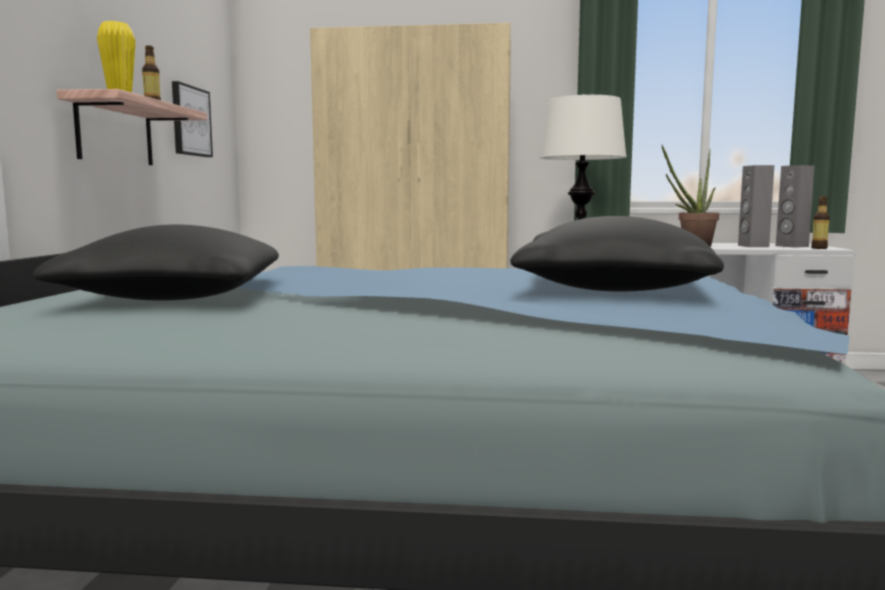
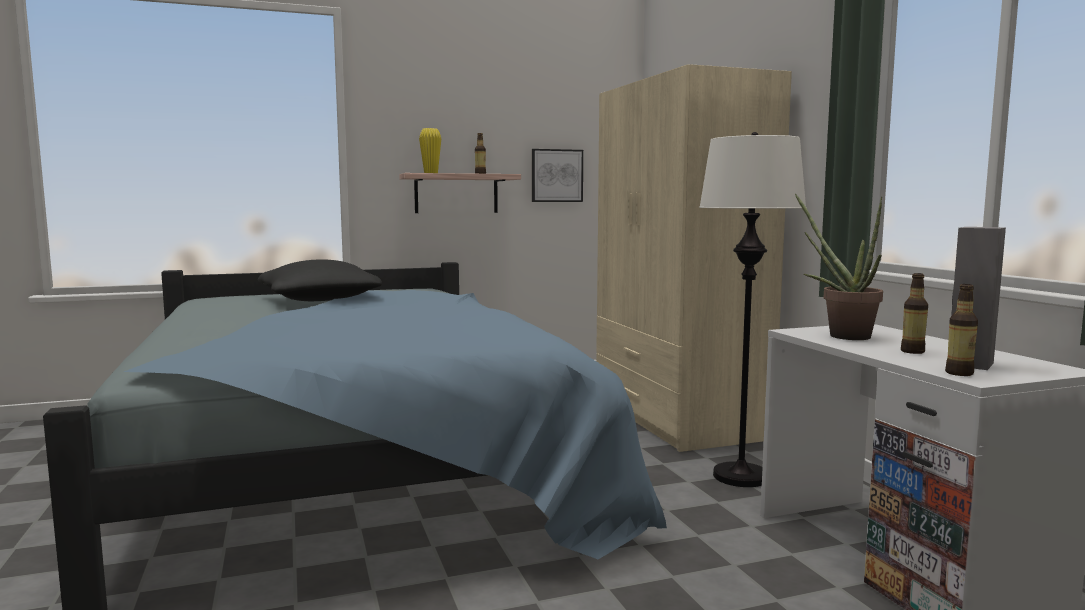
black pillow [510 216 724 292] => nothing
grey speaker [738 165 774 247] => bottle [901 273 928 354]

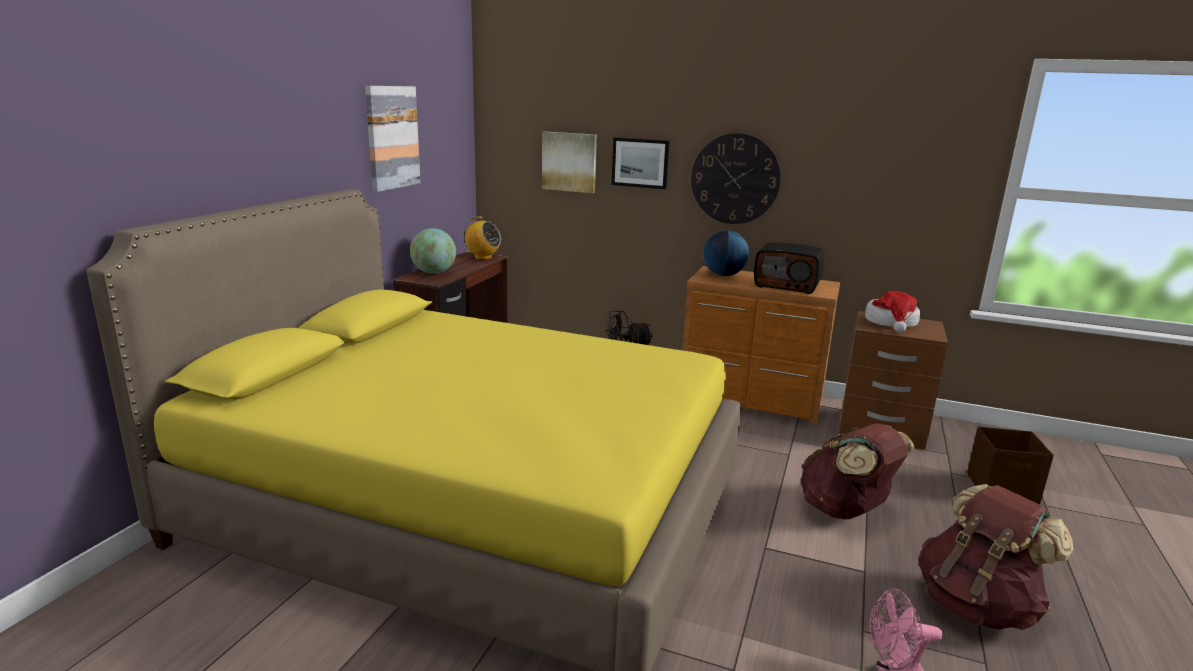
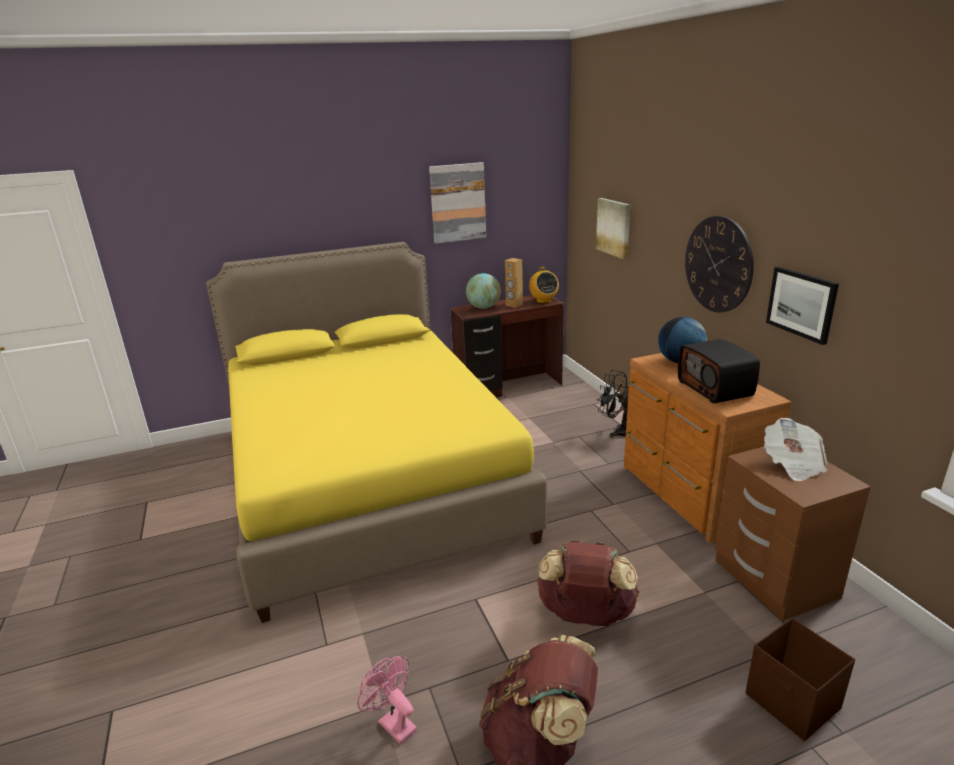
picture [612 137 670 189] => picture [766 267 839 345], shifted
hat [865 291 920 333] => newspaper [764 418 827 481]
nothing => brown speaker [505 258 523 308]

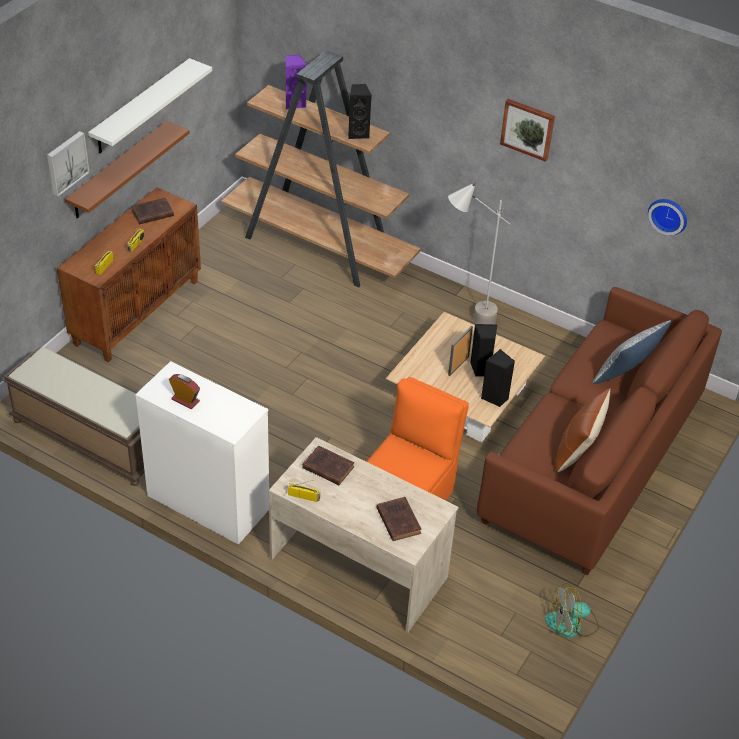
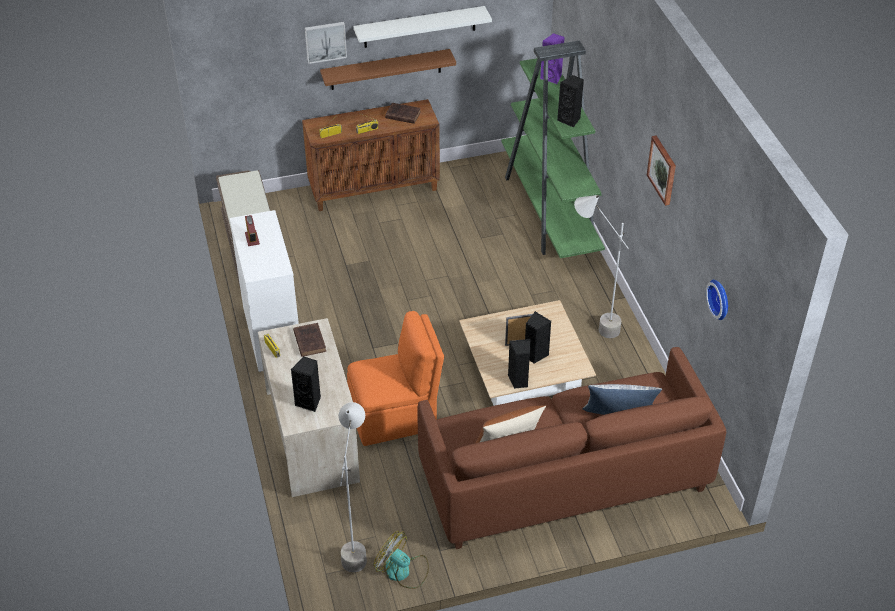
brown bookcase [221 50 421 287] => green bookcase [501 40 605 258]
brown book [377 497 422 541] => black speaker [291 357 321 412]
nothing => grey floor lamp [338 402 367 572]

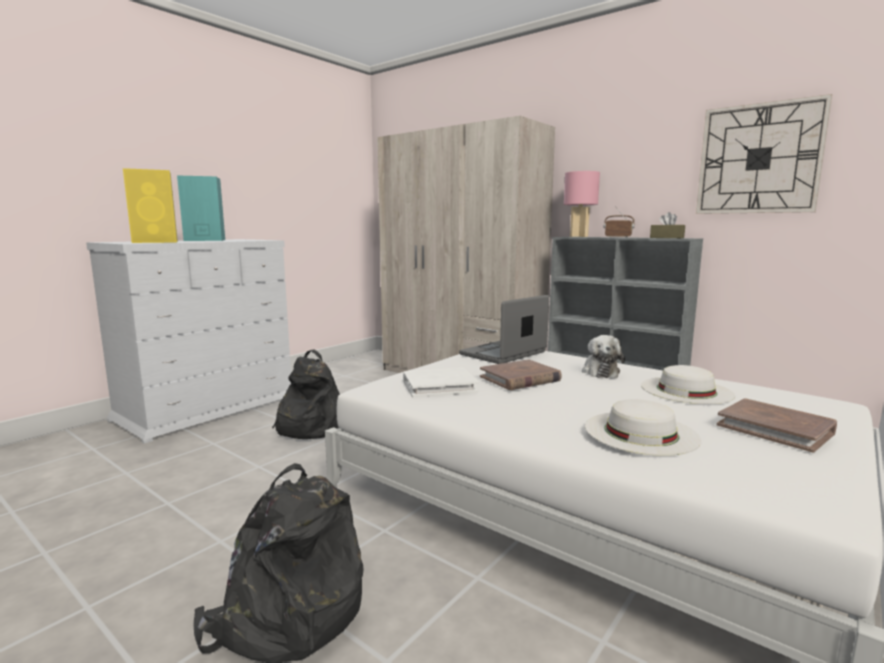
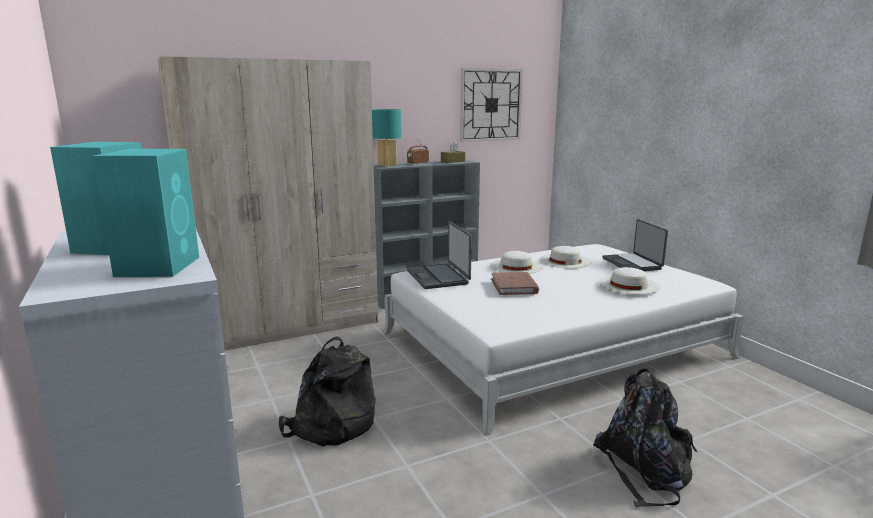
yellow speaker [123 168 178 243] => turquoise speaker [92 149 199 277]
white book [403 368 478 398] => nothing
pink table lamp [564 171 600 237] => turquoise table lamp [372 109 401 167]
plush toy [582 335 625 378] => white hat [490 251 543 274]
brown book [717 399 837 453] => laptop [602 219 668 271]

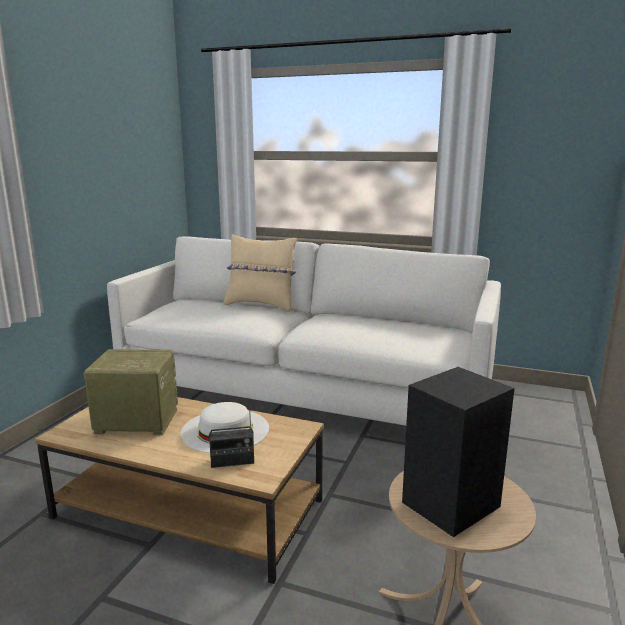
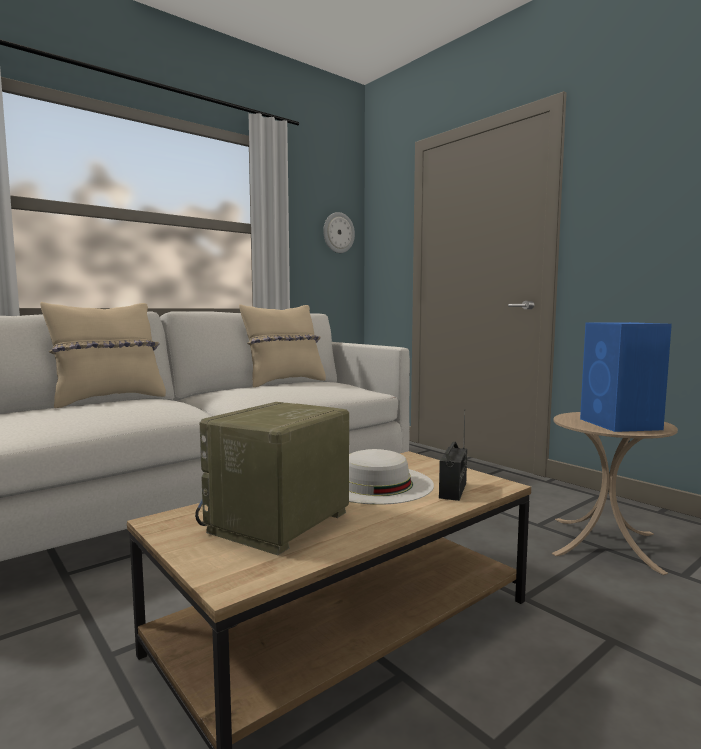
black speaker [402 367 515 537] => blue speaker [580 322 672 432]
nothing => beige pillow [239 304 326 387]
nothing => wall clock [323 212 355 253]

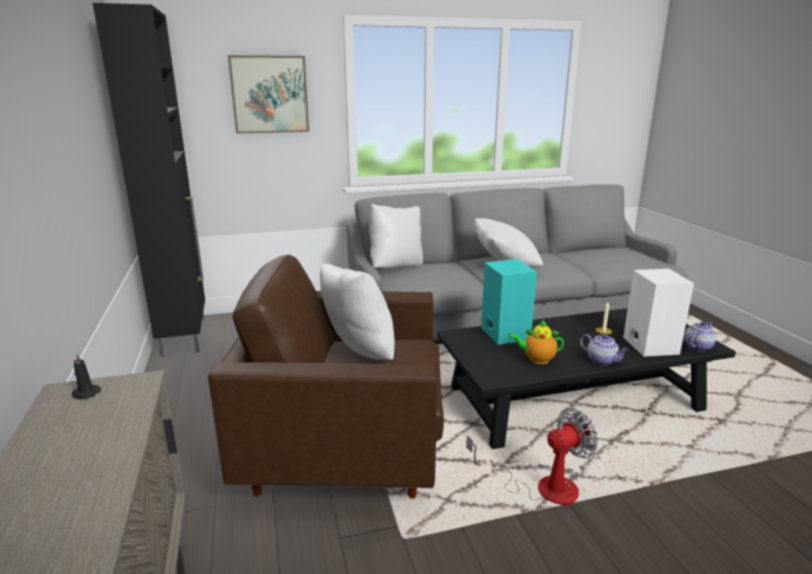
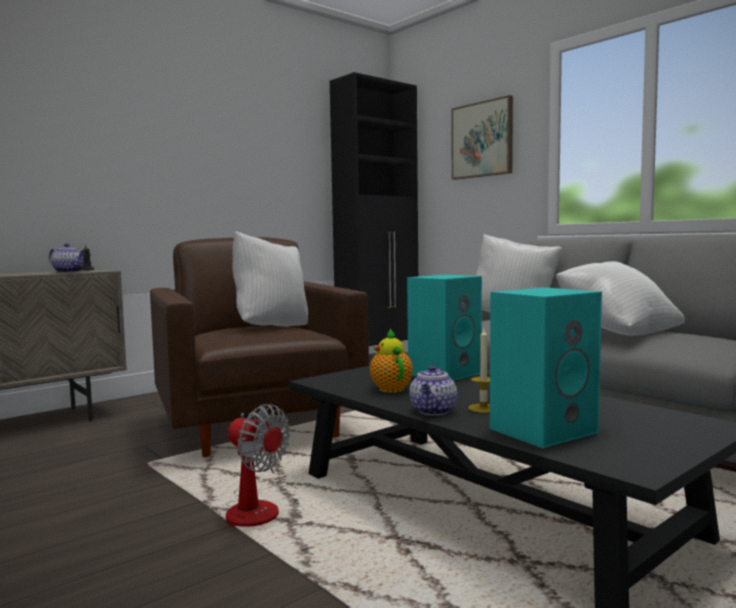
white speaker [623 269 694 357] => turquoise speaker [490 288 602 448]
teapot [684 322 716 352] => teapot [49 243 86 273], shifted

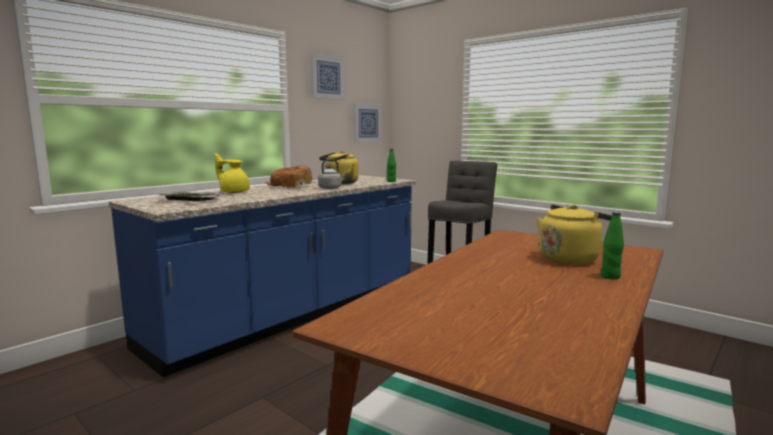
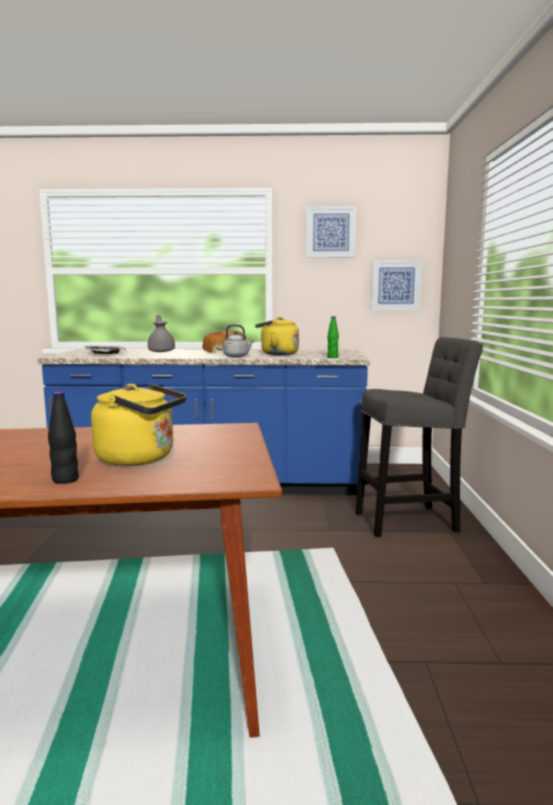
yellow teapot [215 153 250 193] => grey teapot [148 314 175 352]
green bottle [601 212 624 279] => black bottle [48 392 79 484]

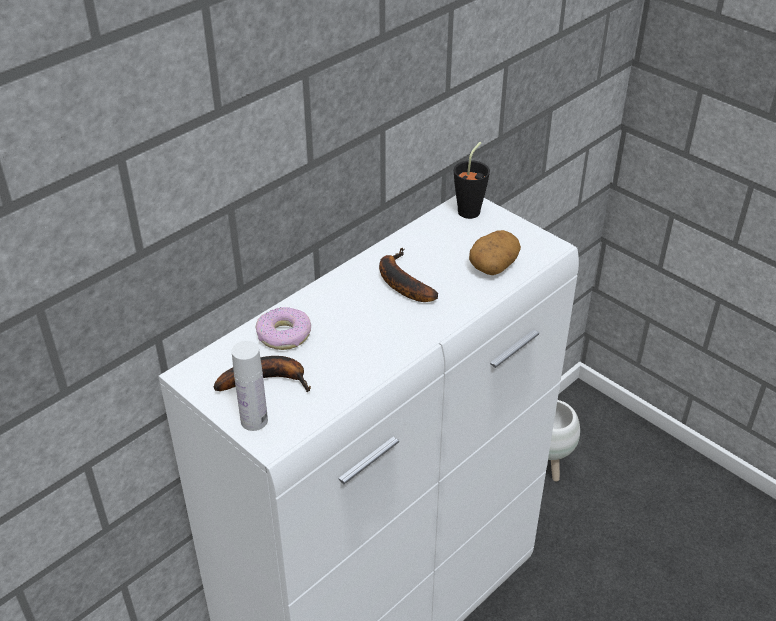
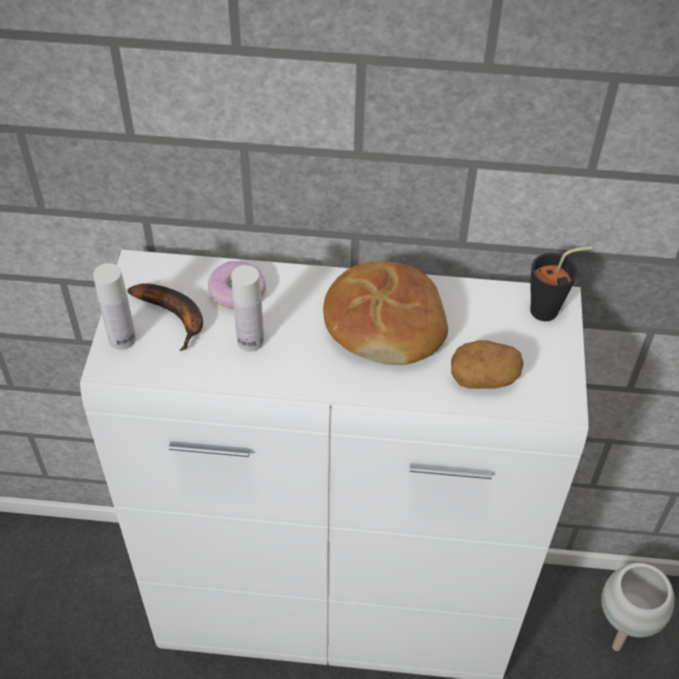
banana [379 248 439 302] => bread [323 261 448 365]
nothing => white bottle [231 265 264 352]

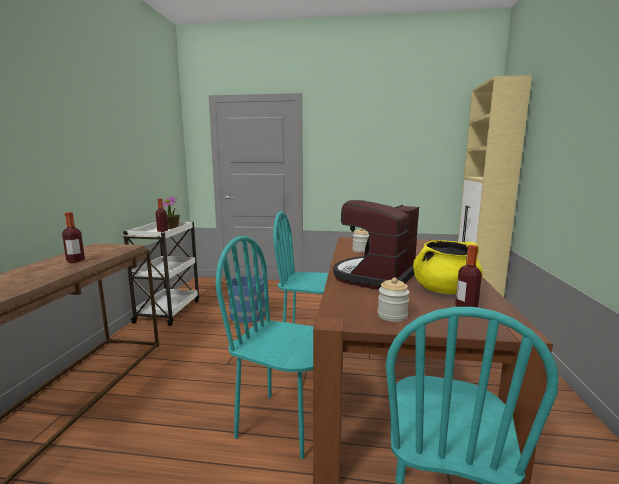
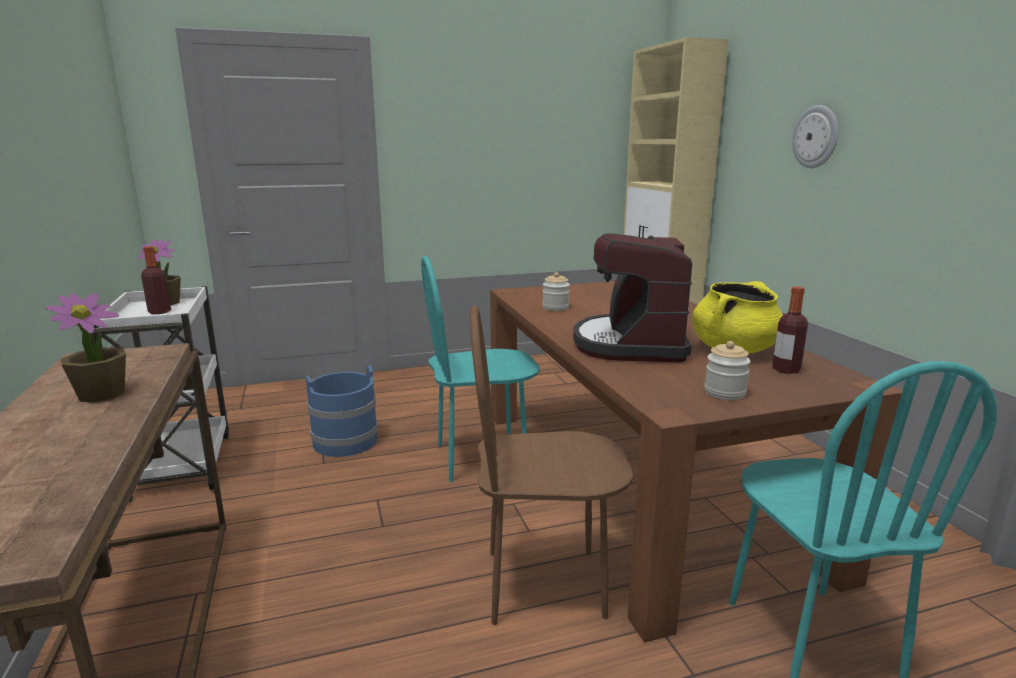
bottle [62 212 85 263] => potted plant [46 293 126 403]
turquoise chair [216 236 314 459] => brown chair [470 306 633 625]
nothing => wall clock [792 105 838 168]

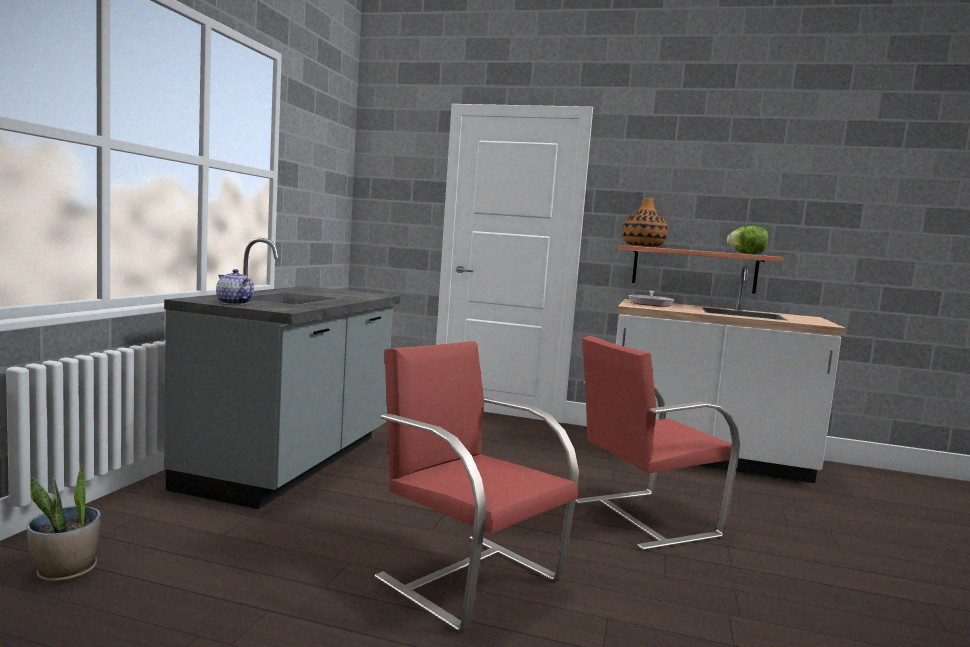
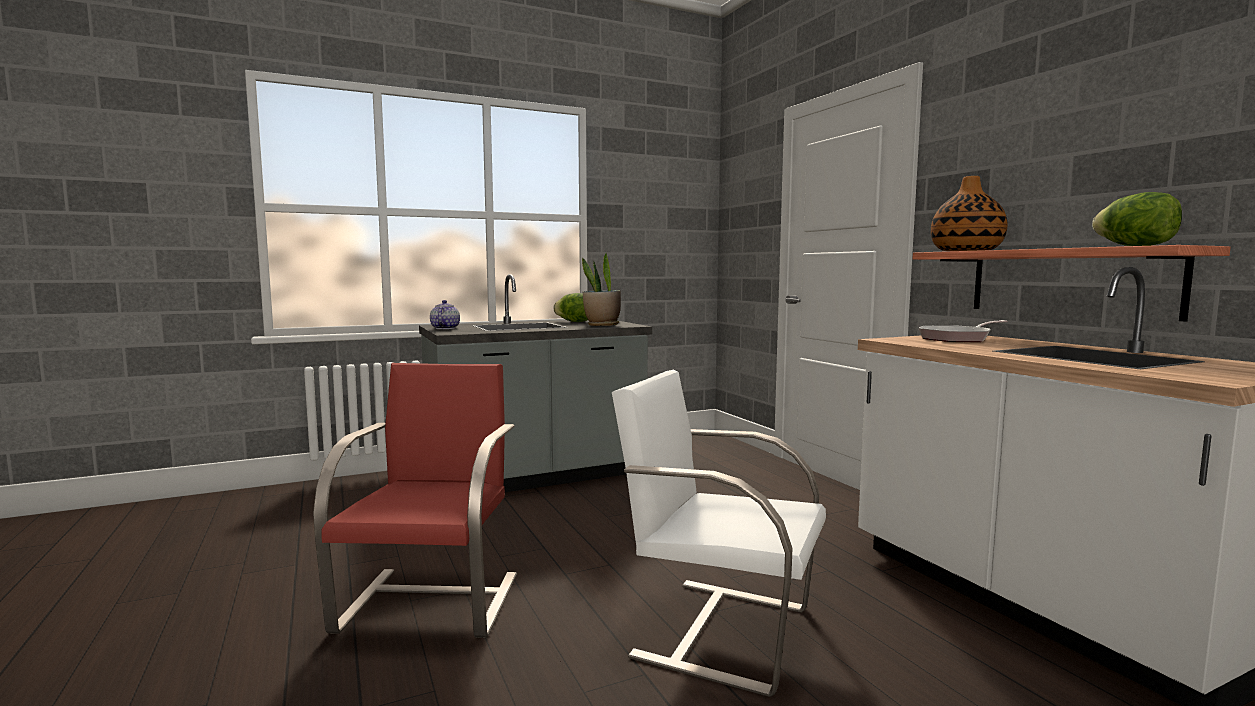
potted plant [27 466 101 583] => potted plant [582 253 621 326], shifted
red chair [575 336 740 551] => white chair [612 370 826 697]
nothing => lettuce [554 293 588 322]

